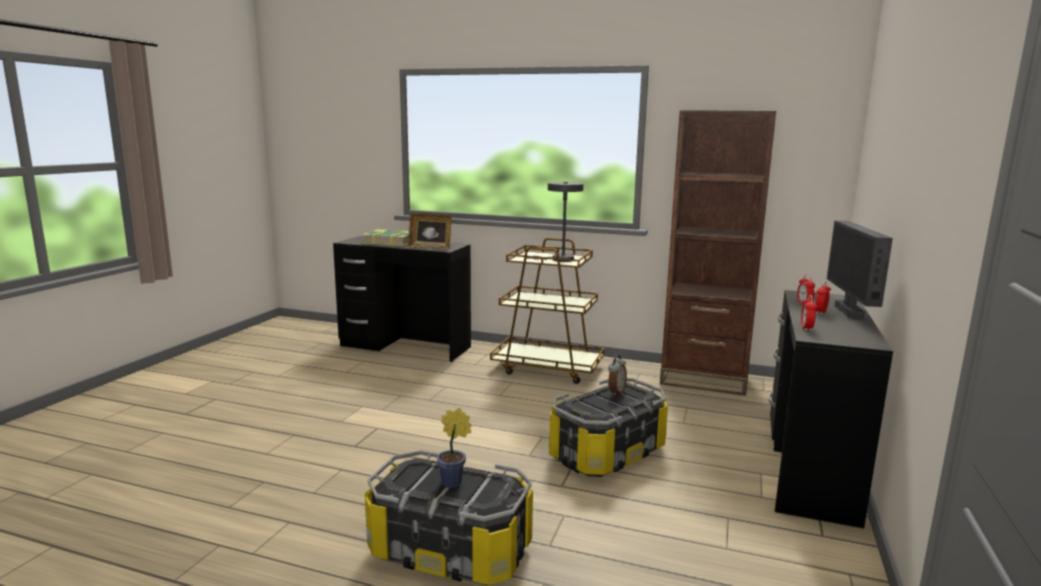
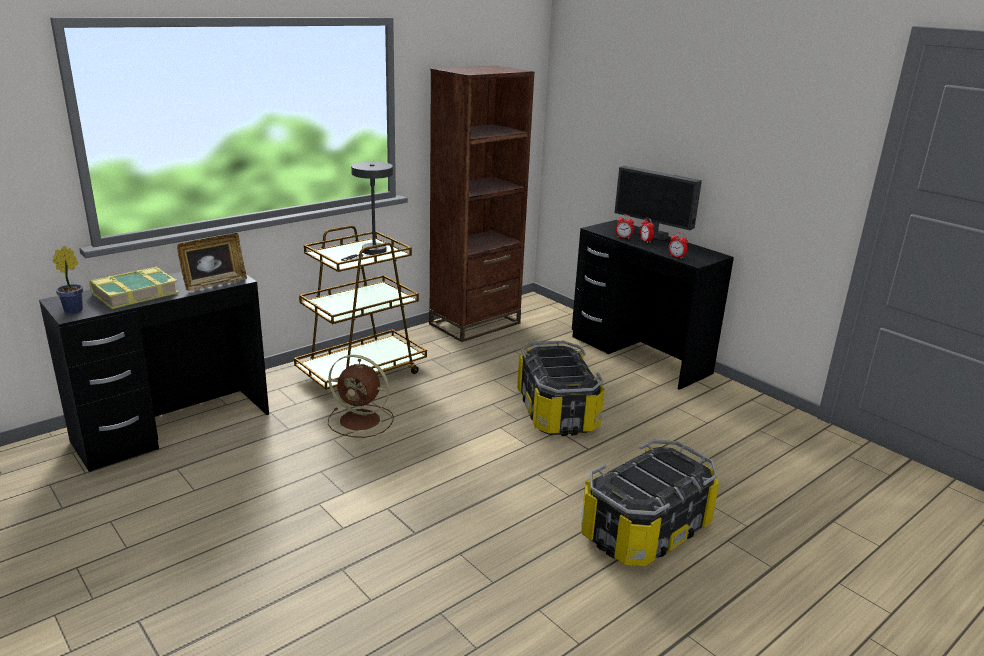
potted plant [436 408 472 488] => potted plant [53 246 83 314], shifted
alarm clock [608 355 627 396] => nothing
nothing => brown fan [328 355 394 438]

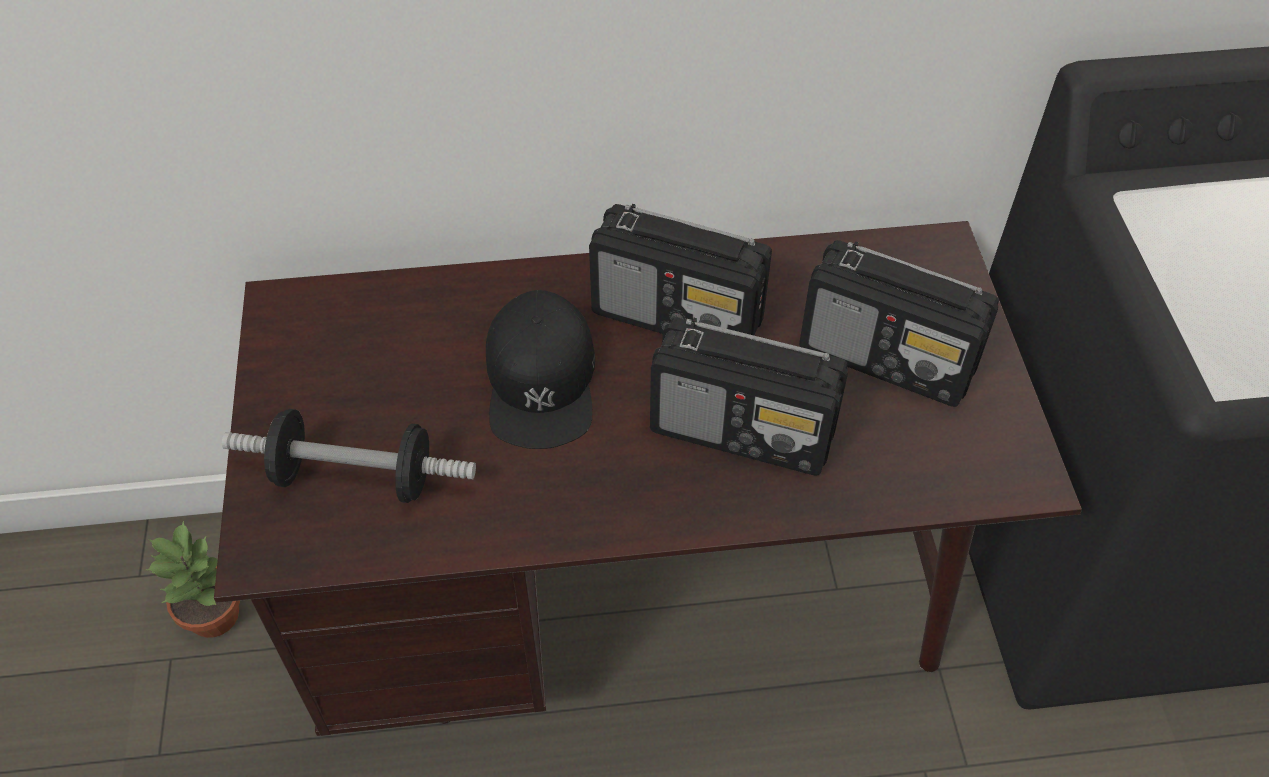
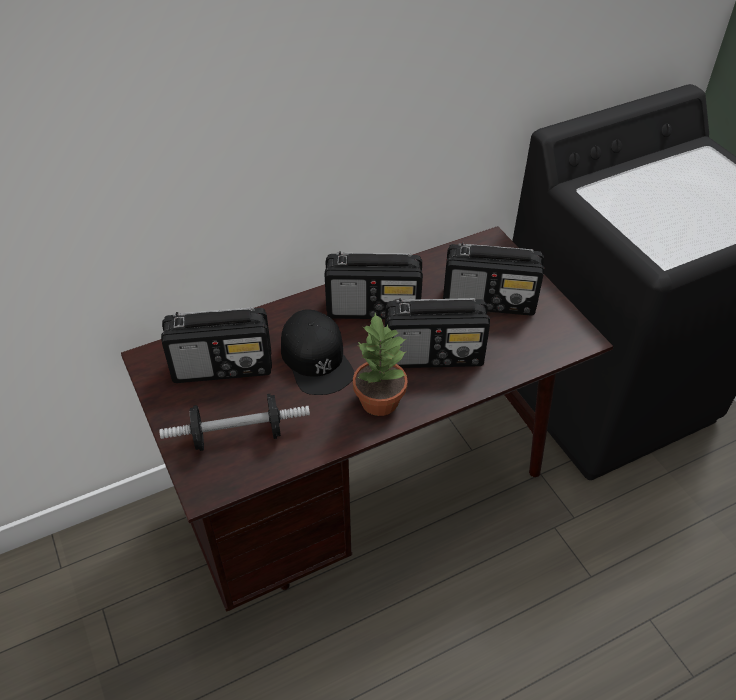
potted plant [146 520 240 638] => potted plant [353 313 408 416], shifted
nothing => radio [161 307 272 383]

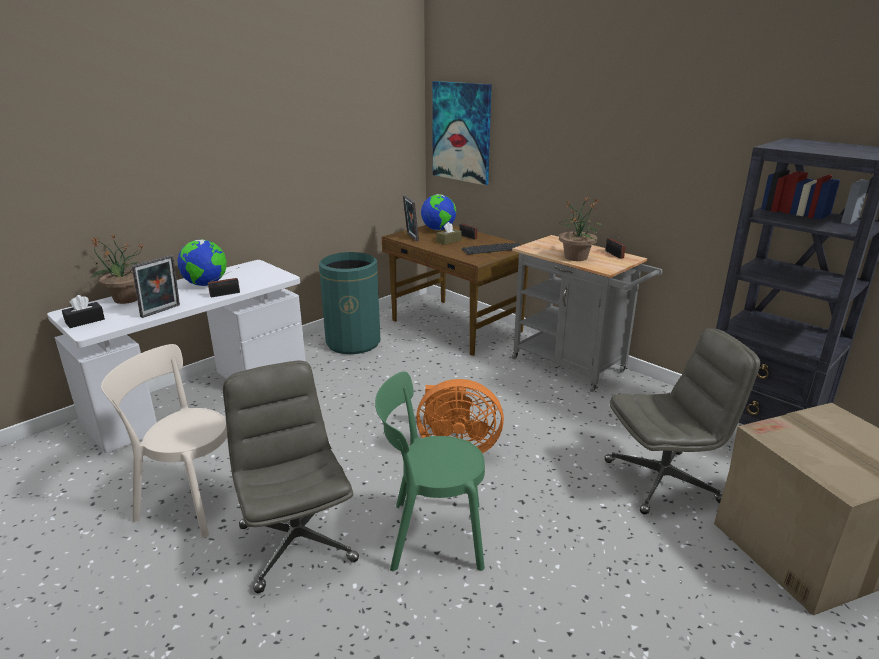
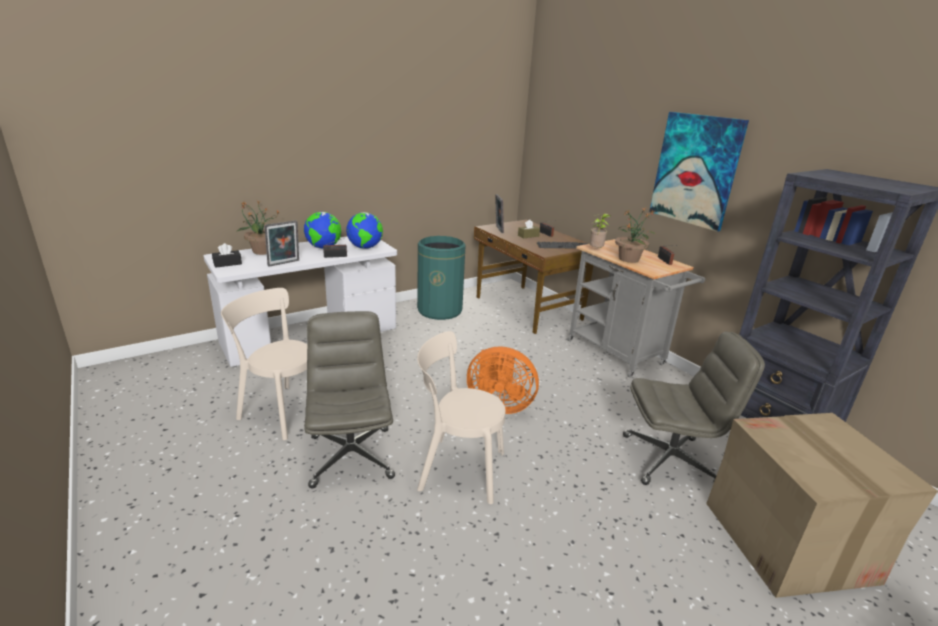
green chair [375 371 485 571] => beige chair [417 331 505 504]
globe [421 194 456 231] => globe [346 212 383 249], shifted
picture [432 81 492 186] => picture [649 112 749 232], shifted
nothing => potted plant [590 214 611 248]

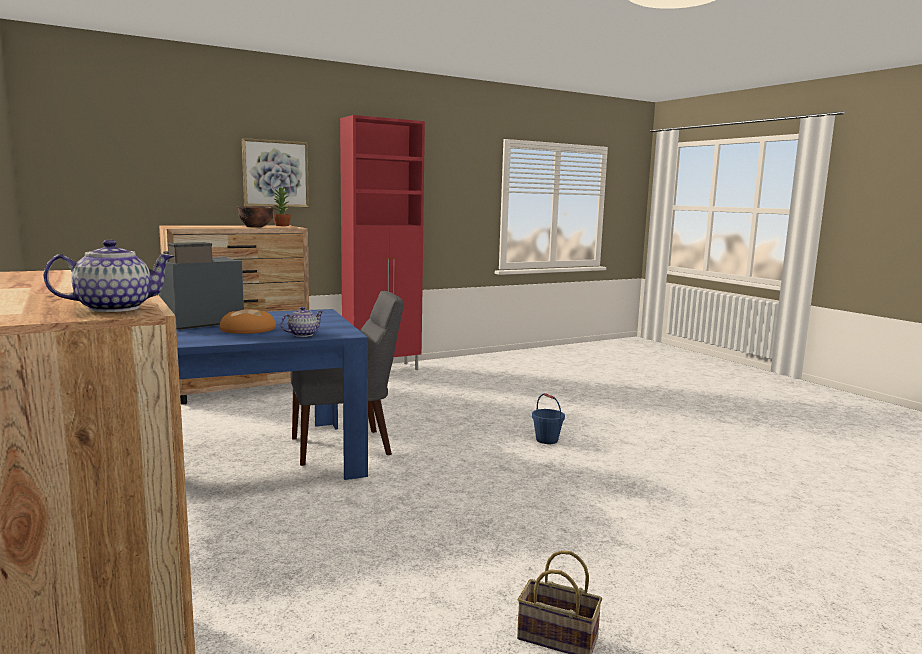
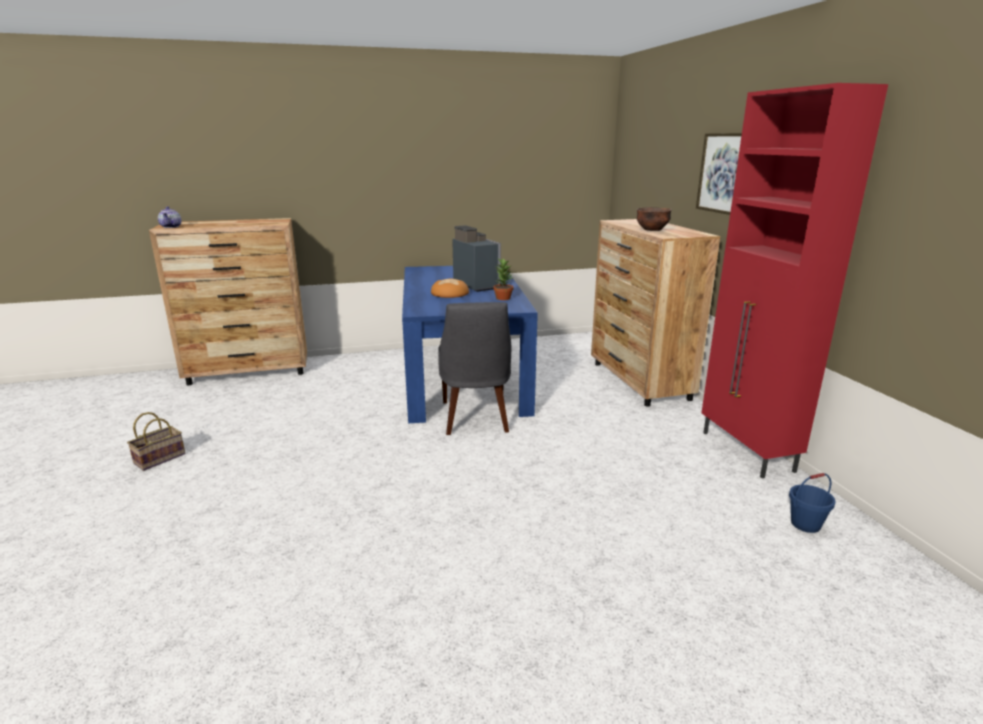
potted plant [273 187 291 226] => potted plant [493 258 513 300], shifted
teapot [281 306 324 337] => nothing
blue bucket [532 393 565 444] => blue bucket [789 473 836 533], shifted

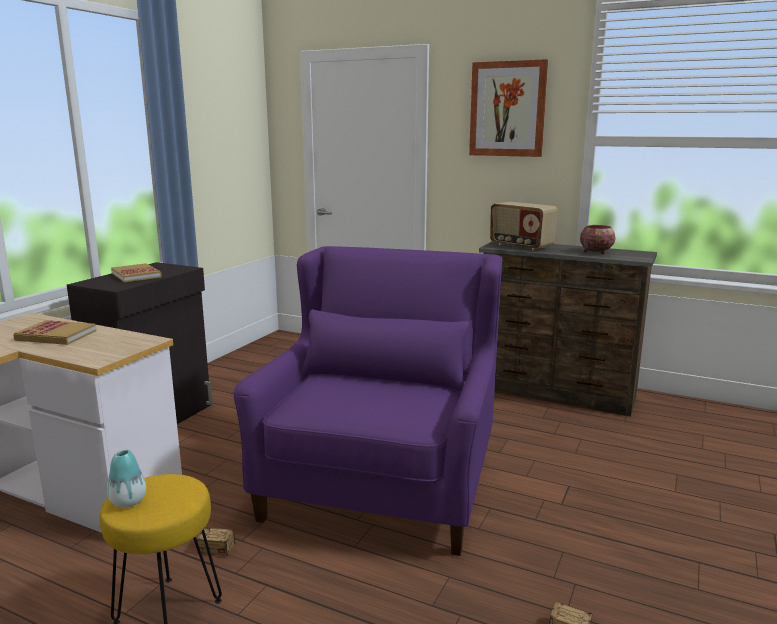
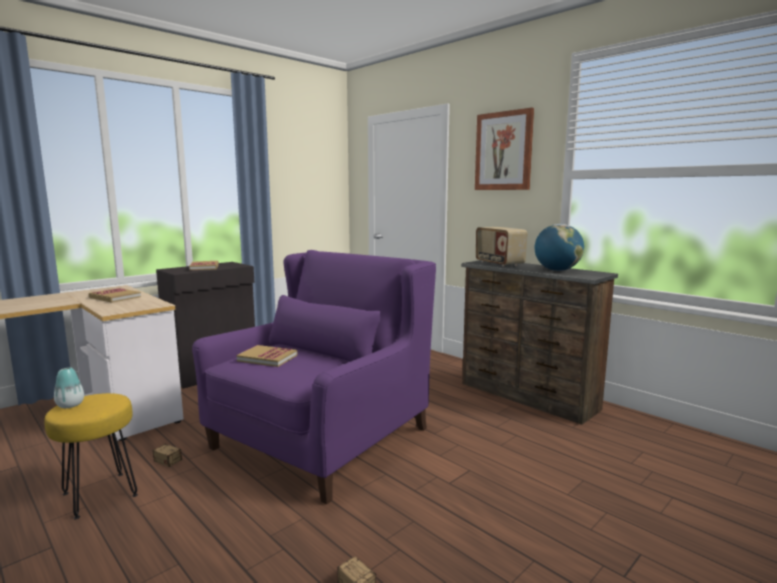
bowl [580 225 615 254] => globe [535 224 584 271]
nothing => book [236 345 297 367]

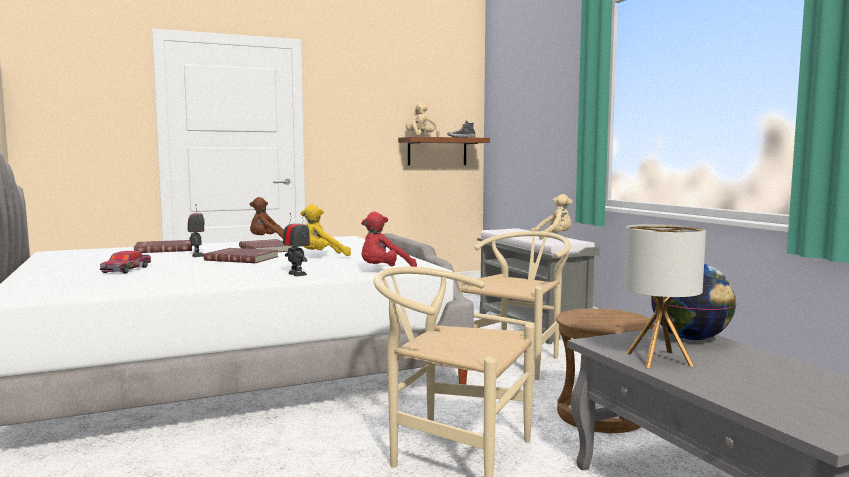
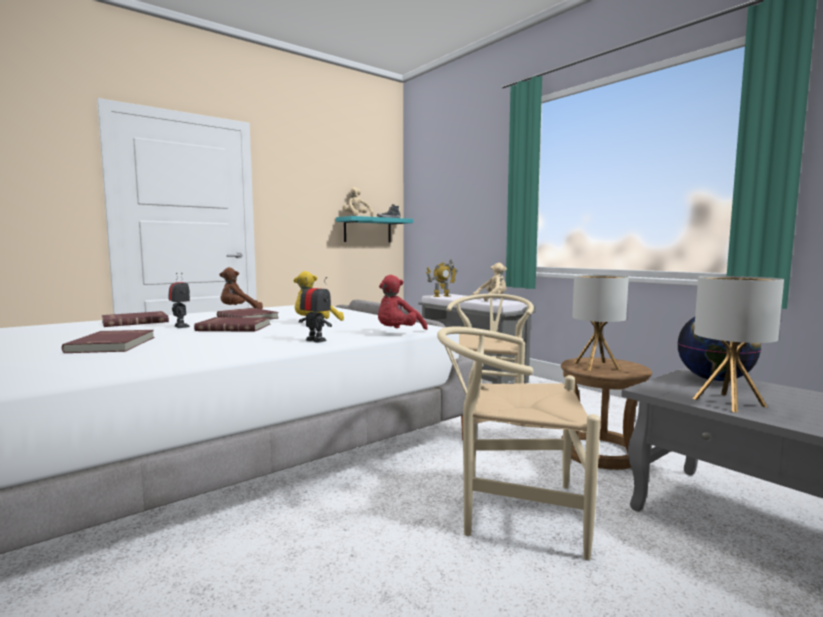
toy car [100 251 151 273] => red book [62 330 154 353]
brown shelf [398 137 490 166] => turquoise shelf [336 216 413 242]
nothing => toy robot [426 259 458 297]
nothing => table lamp [572 275 629 371]

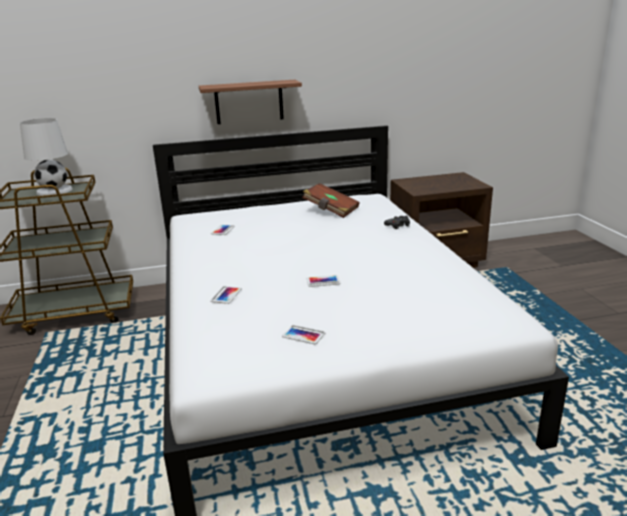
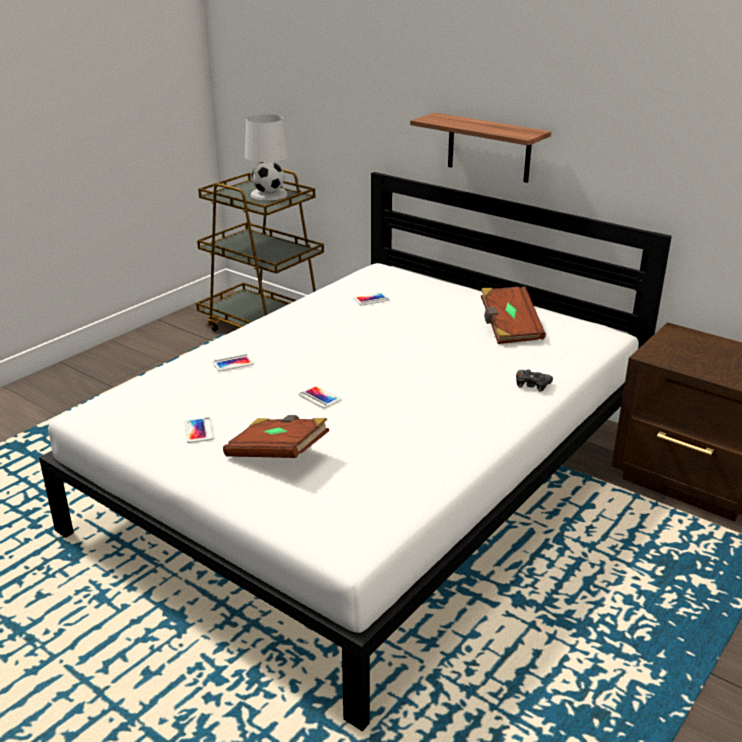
nothing => brown book [223 415 329 458]

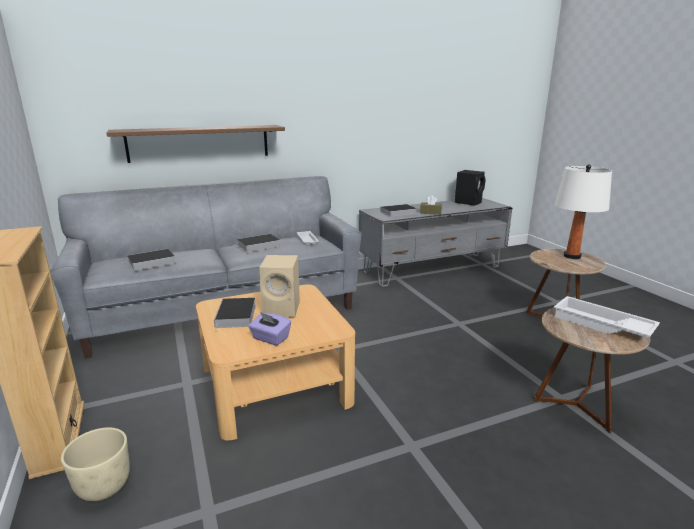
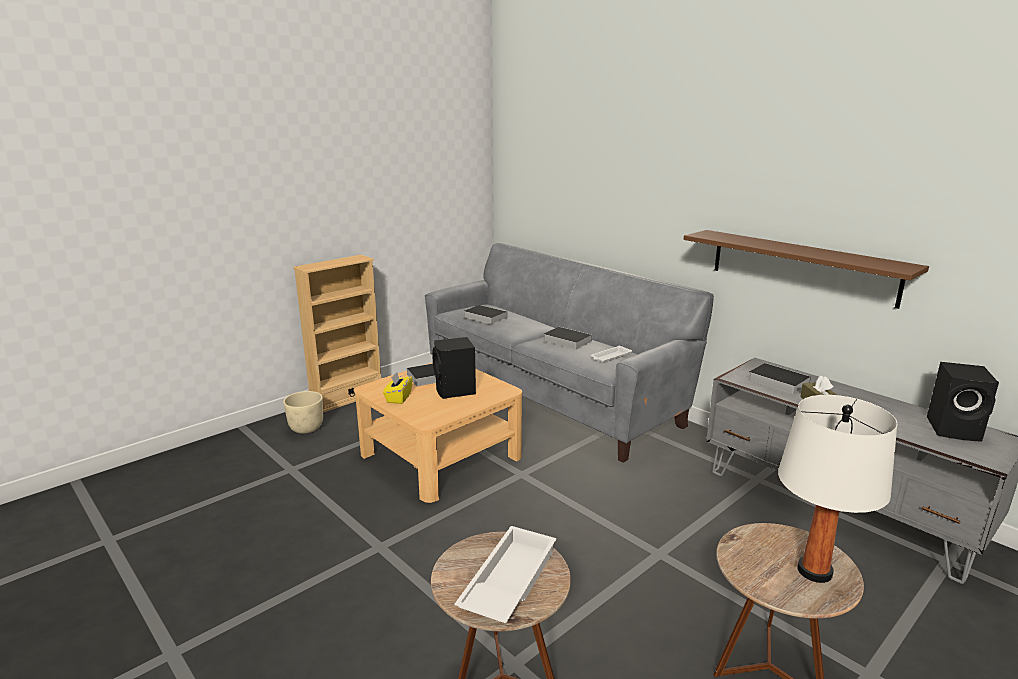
brown shelf [107 125 285 163] => brown shelf [684 230 929 309], shifted
purple tissue box [248 312 291 345] => yellow tissue box [383 372 413 404]
beige speaker [259 255 300 318] => black speaker [432 337 476 399]

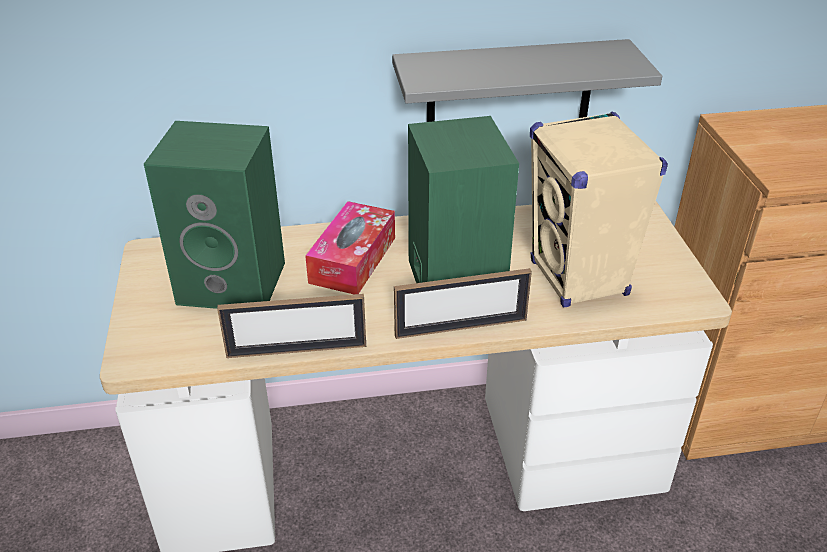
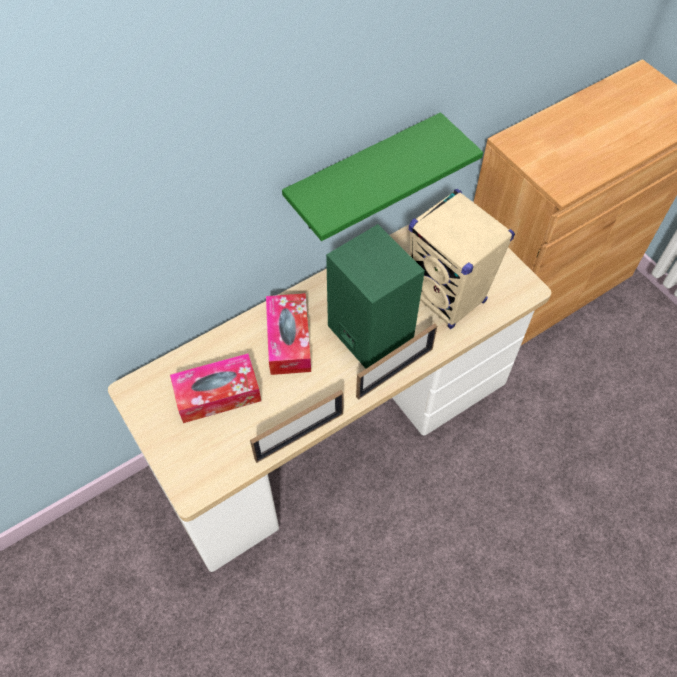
green speaker [144 121 285 309] => tissue box [170 353 261 423]
grey shelf [392 39 662 122] => green shelf [282 112 483 241]

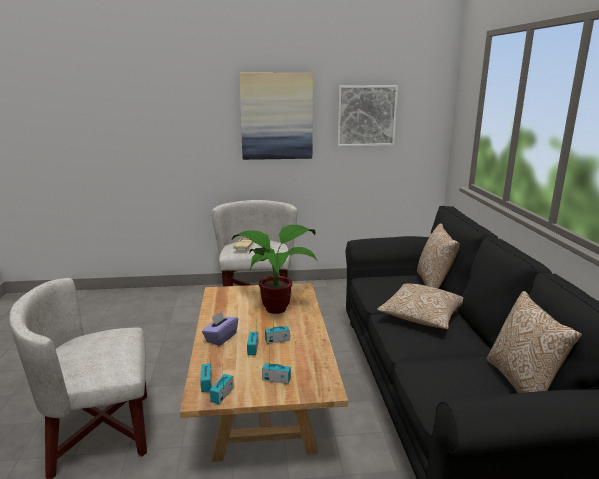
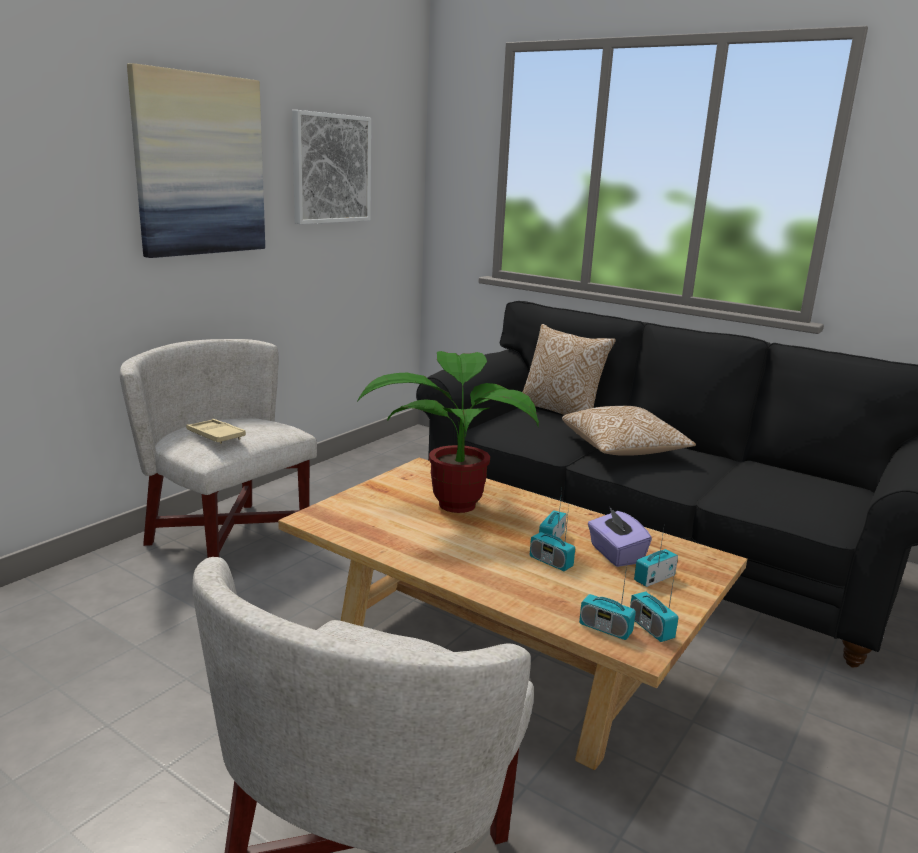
purple tissue box [202 311 238 346] => purple tissue box [588 508 652 567], shifted
pillow [487 291 582 393] => nothing

